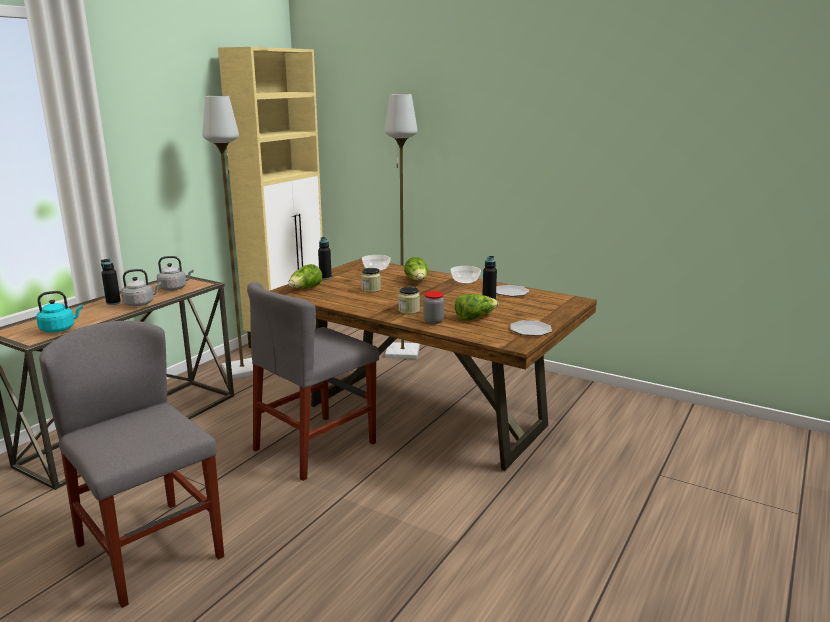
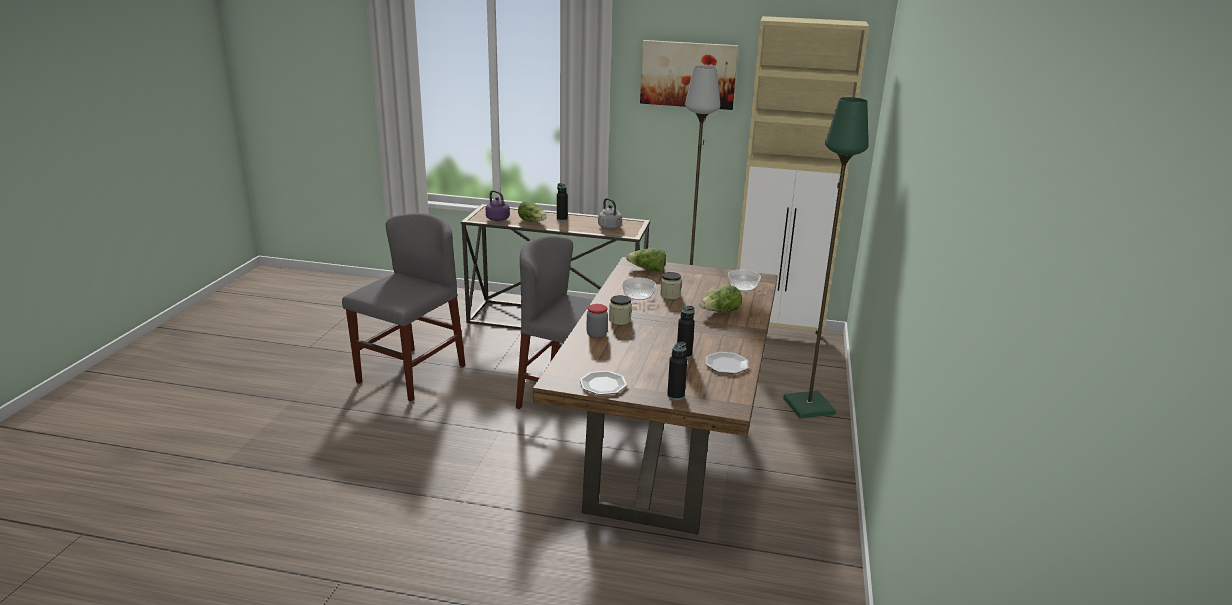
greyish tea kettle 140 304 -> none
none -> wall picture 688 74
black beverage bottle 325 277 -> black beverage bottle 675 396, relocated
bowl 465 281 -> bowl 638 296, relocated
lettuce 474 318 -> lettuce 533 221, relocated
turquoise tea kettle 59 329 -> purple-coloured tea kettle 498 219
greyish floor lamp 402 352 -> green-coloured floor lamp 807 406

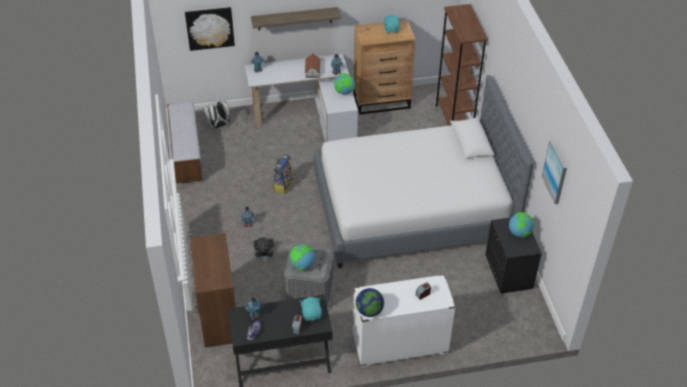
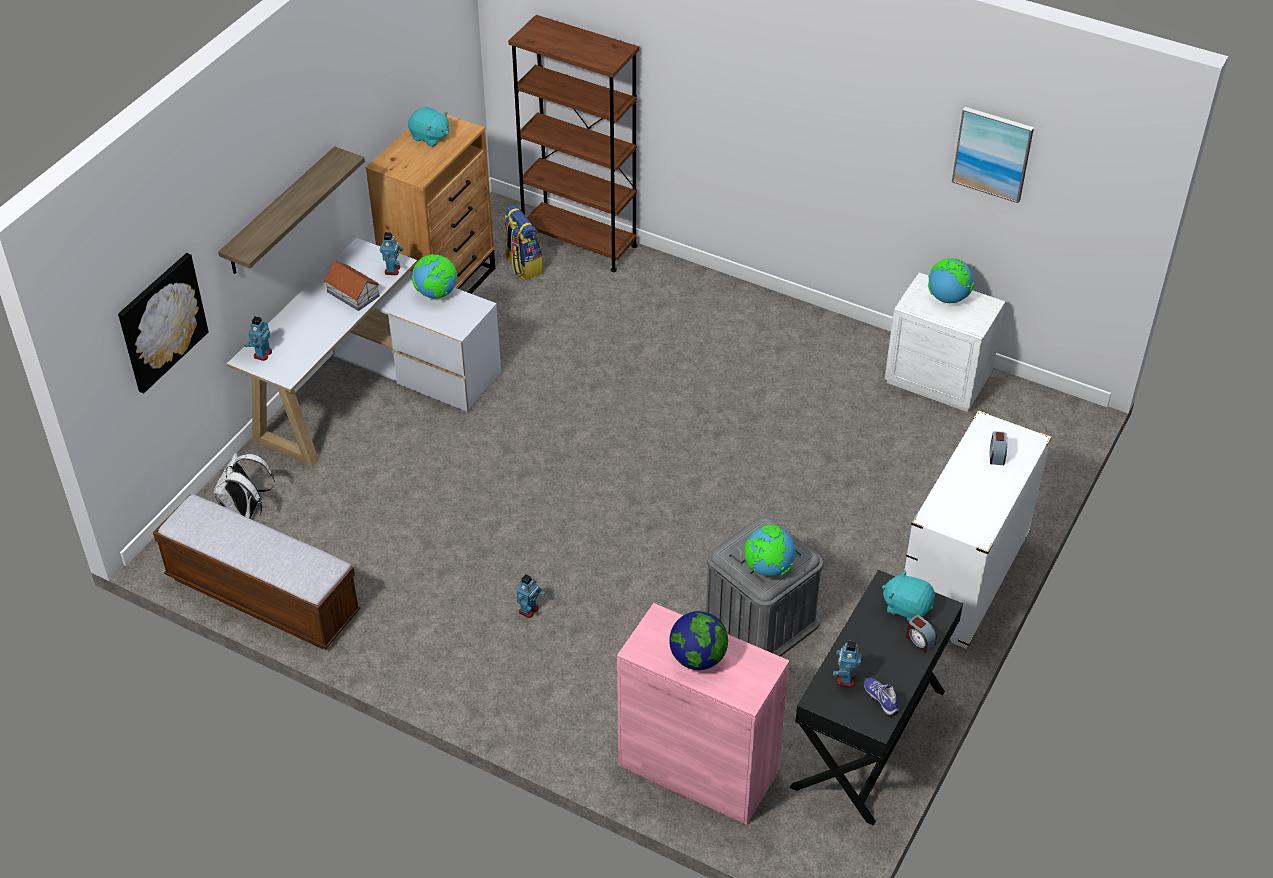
cuddly toy 263 252 -> none
bedroom bed 412 208 -> none
knapsack 282 185 -> knapsack 522 265, relocated
desk globe 369 311 -> desk globe 698 658, relocated
brownish cupboard 219 317 -> pinkish cupboard 698 768
black bedside table 509 272 -> whitish bedside table 938 379

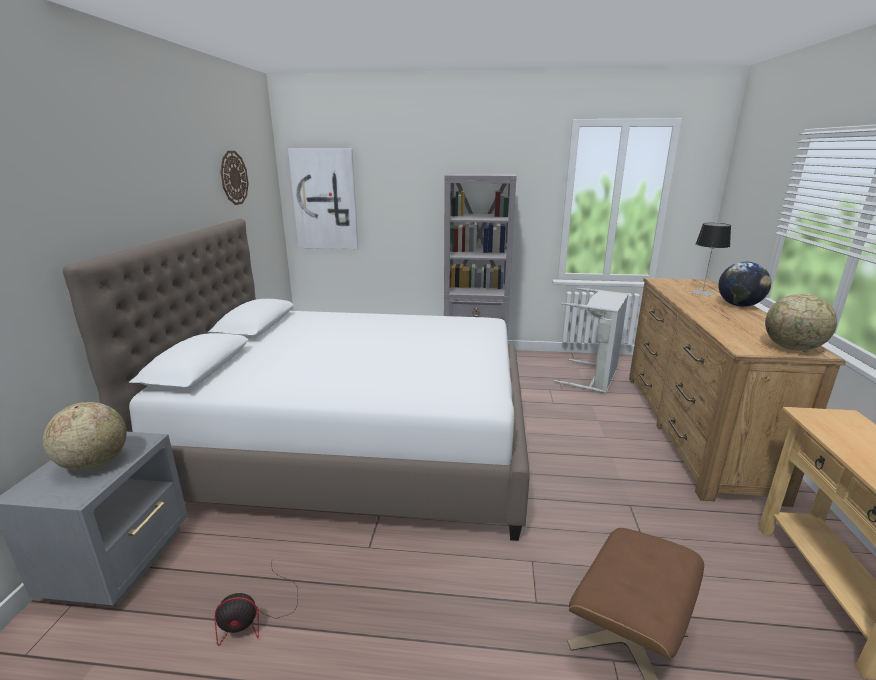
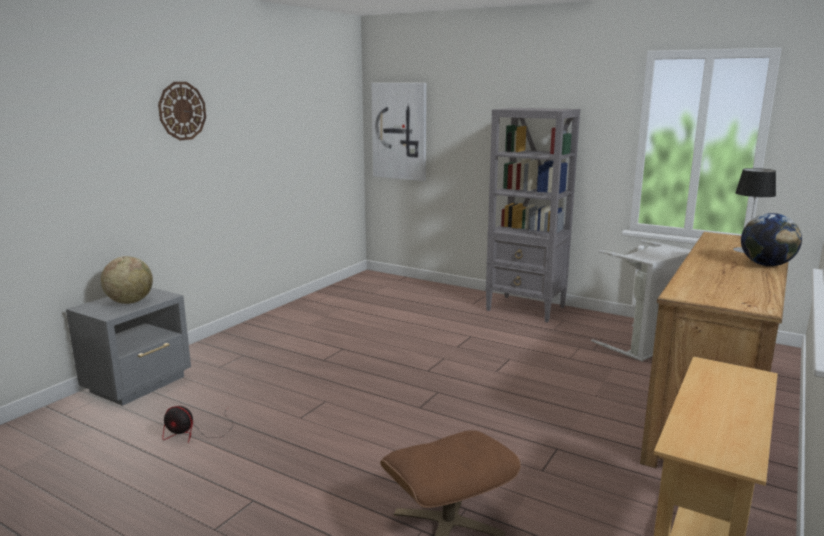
whitish bedroom bed 357 442 -> none
desk globe 792 348 -> none
clock on the wall 234 178 -> clock on the wall 182 111, relocated

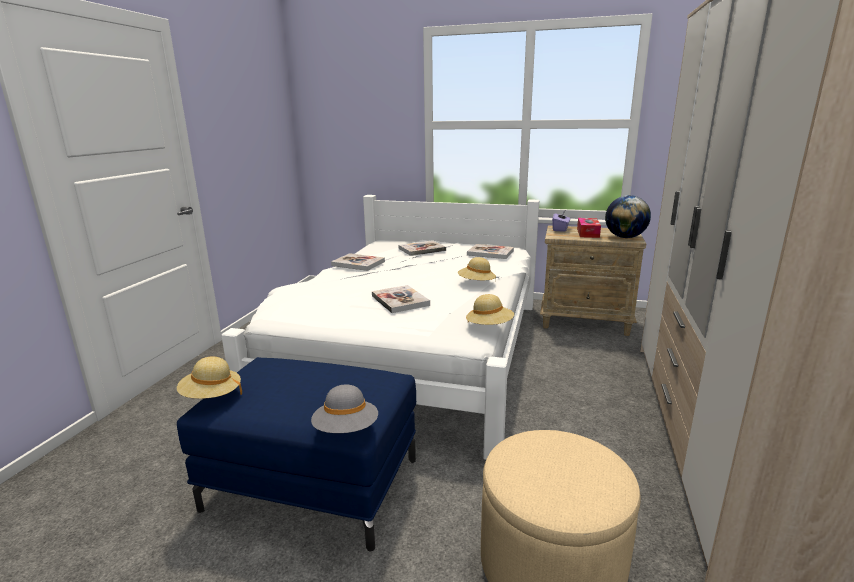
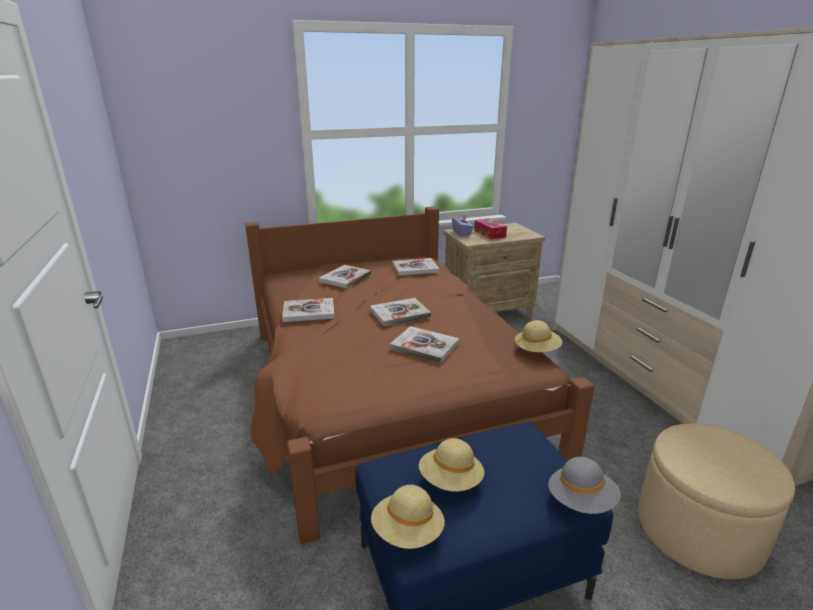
desk globe 625 237 -> none
none -> book 400 313
sand-coloured wearable hat 476 283 -> sand-coloured wearable hat 450 481, relocated
whitish bedroom bed 413 351 -> brownish bedroom bed 387 390

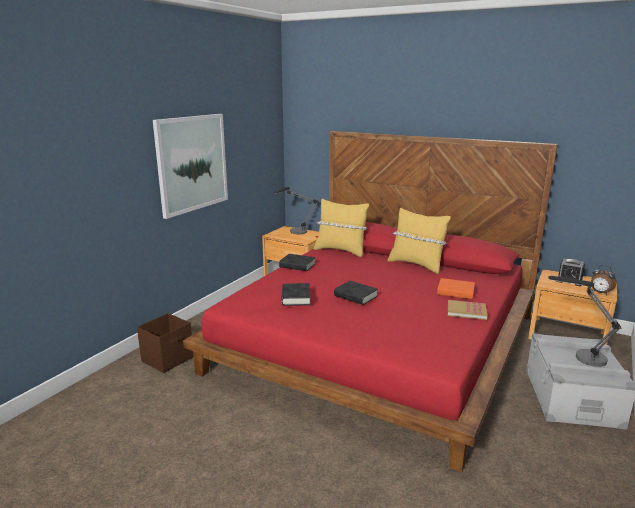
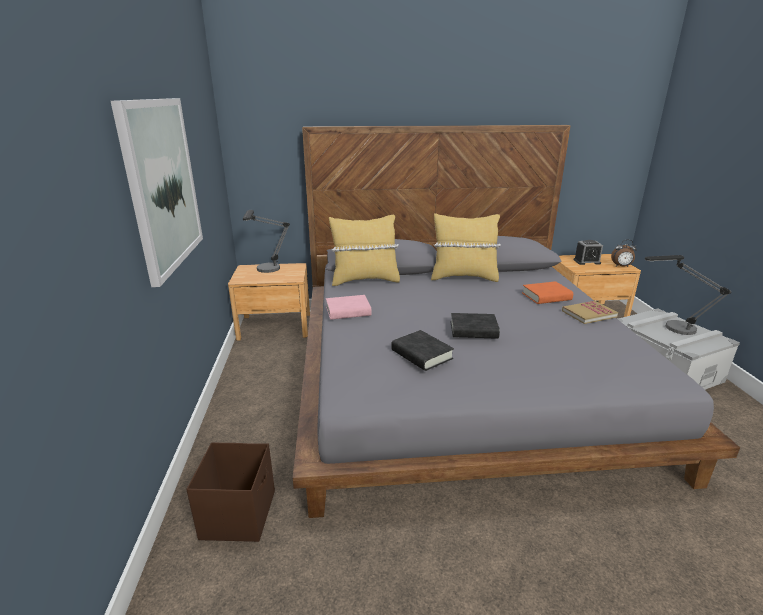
red-coloured bedroom bed 377 342 -> greyish bedroom bed 459 377
black book 297 265 -> pinkish book 348 311

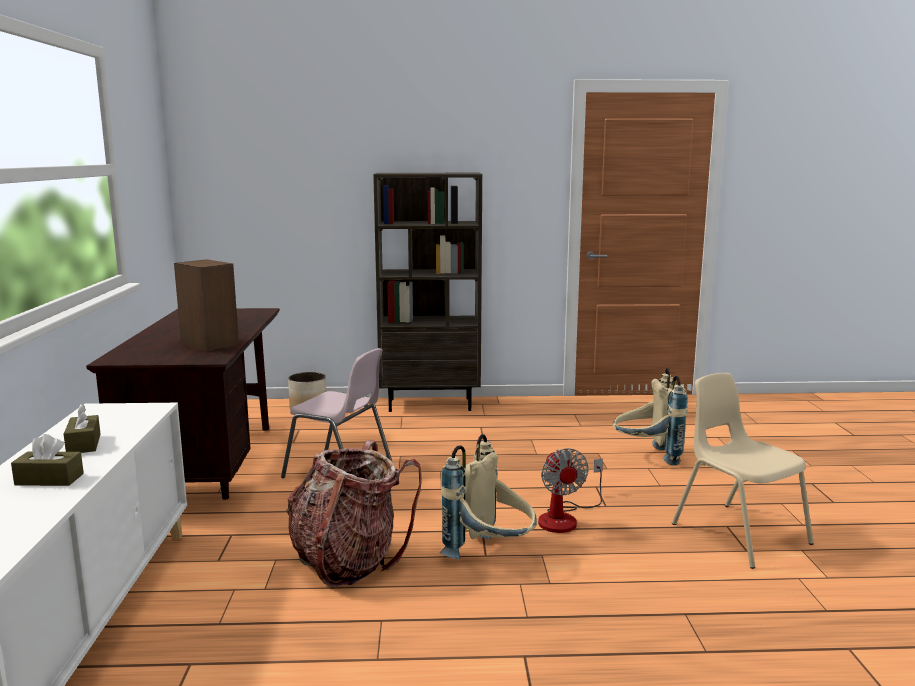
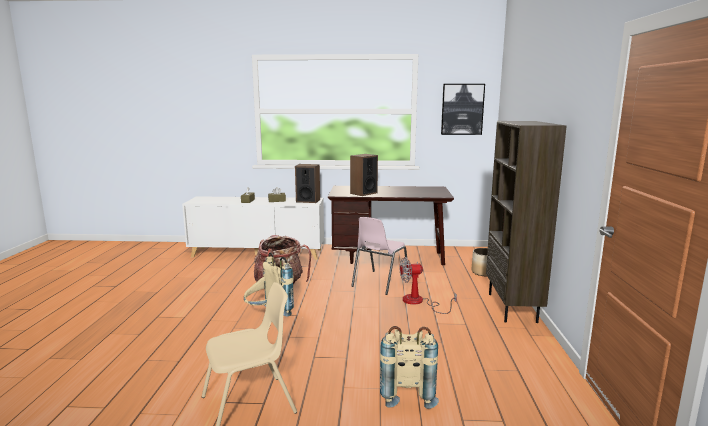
none -> loudspeaker 308 201
none -> wall picture 462 109
electric fan 565 518 -> electric fan 419 302, relocated

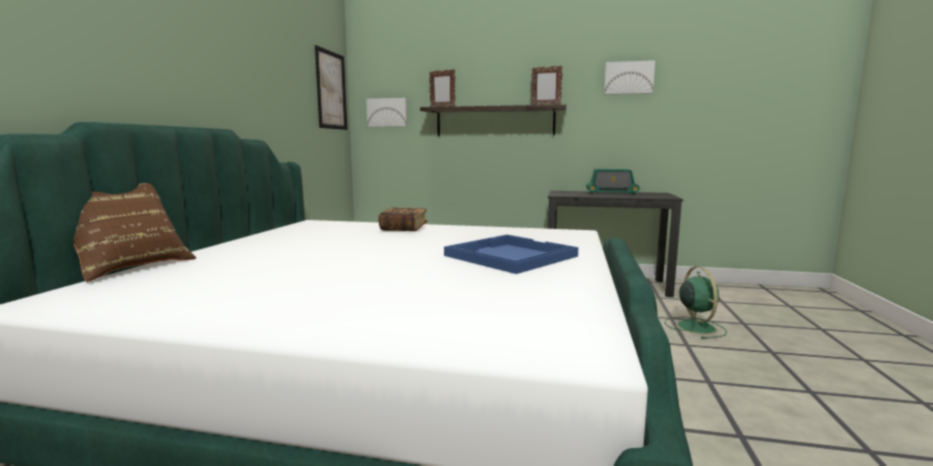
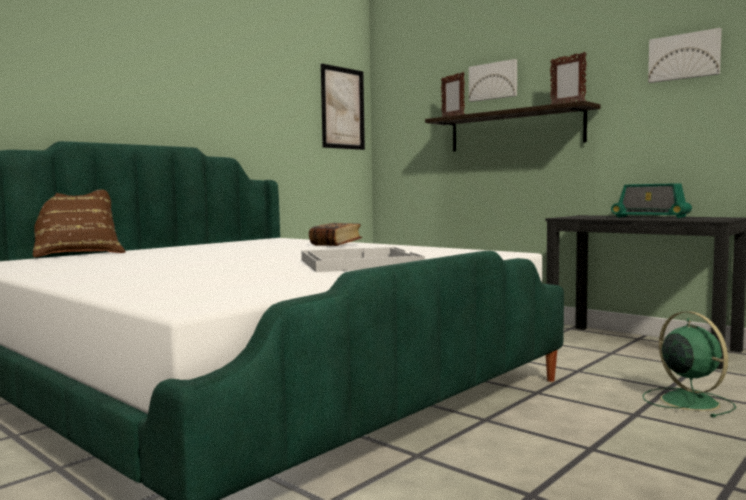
wall picture 387 112 -> wall picture 493 81, relocated
bluish carrying tray 509 256 -> whitish carrying tray 358 263
green-coloured electric fan 695 327 -> green-coloured electric fan 687 401, 45 degrees counterclockwise

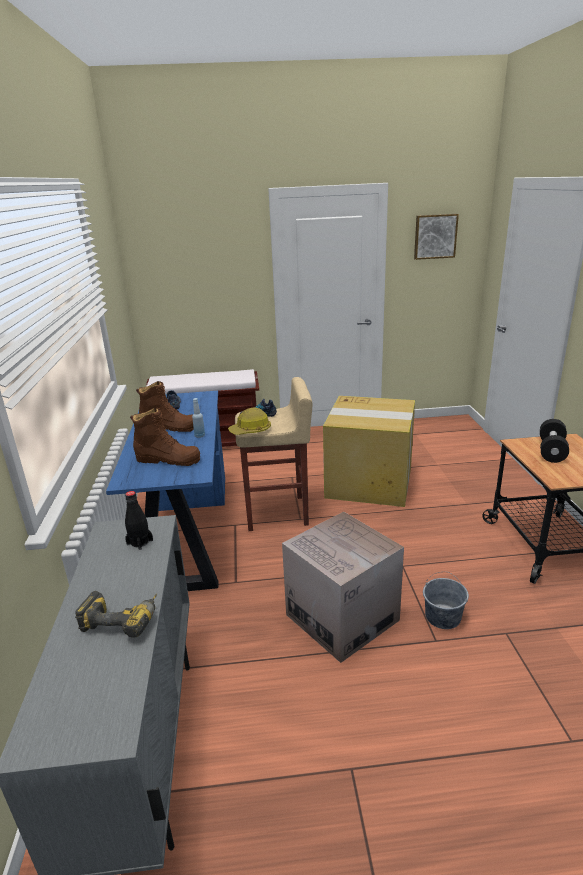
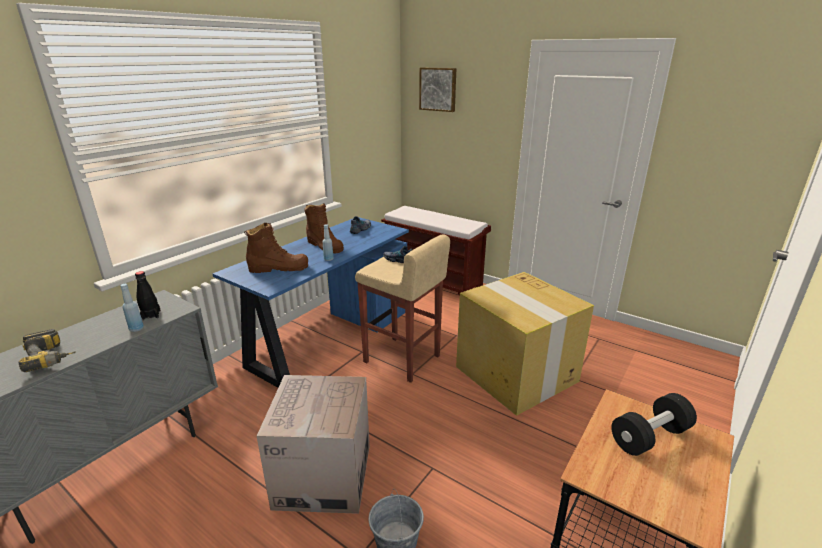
hard hat 251 430 -> none
none -> bluish beverage bottle 136 329
wall picture 435 236 -> wall picture 438 89, relocated
brownish high-top boot 168 459 -> brownish high-top boot 279 268, 60 degrees counterclockwise

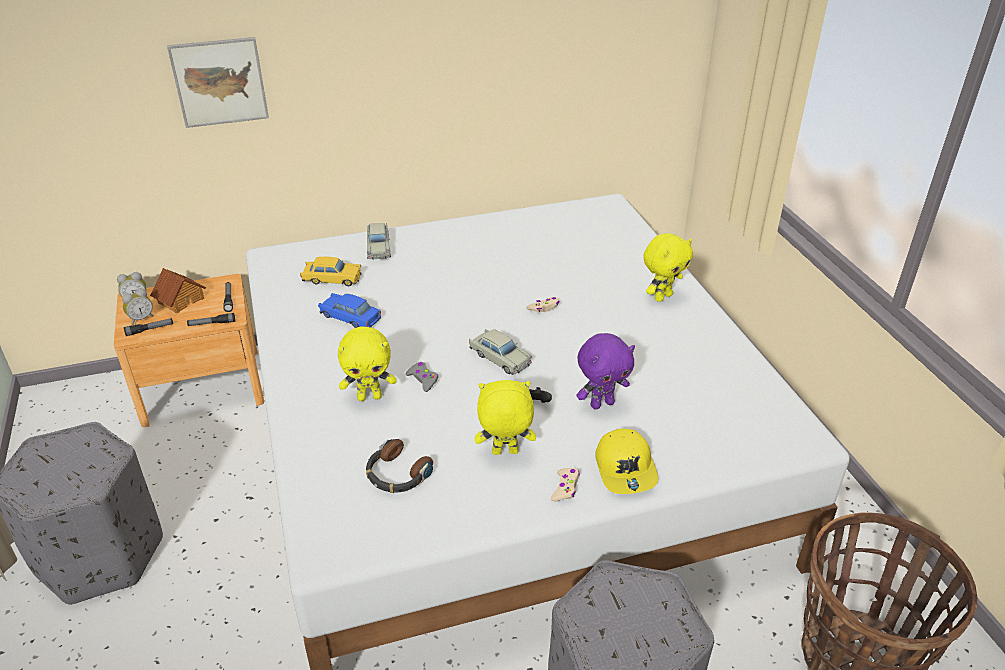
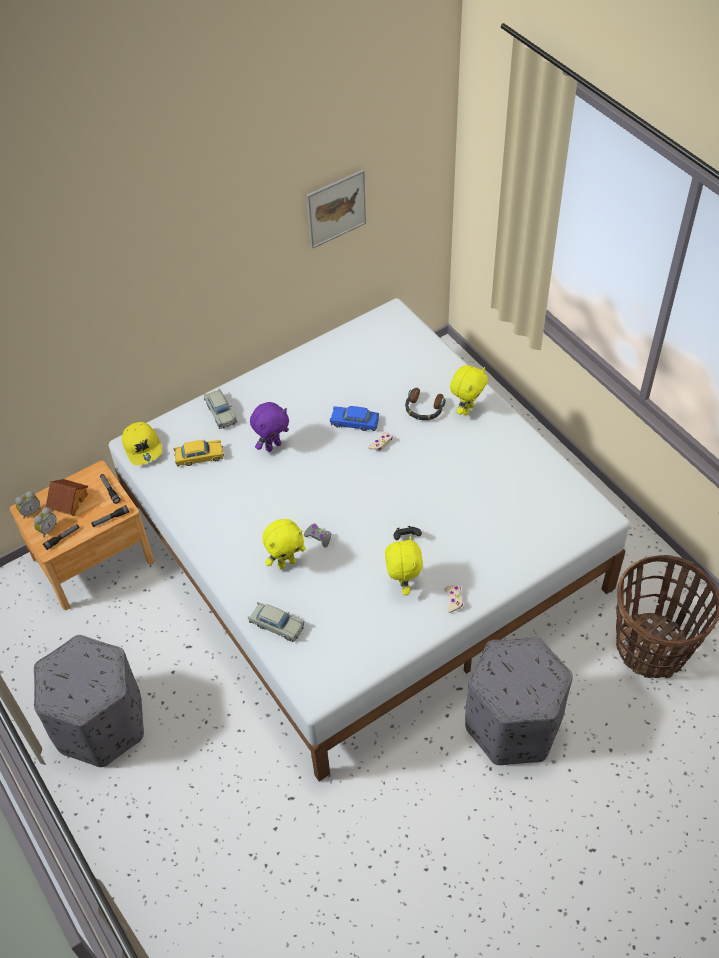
wall picture 219 82 -> wall picture 336 208, relocated
bluish miniature car 350 317 -> bluish miniature car 354 422, relocated
headphones 397 474 -> headphones 423 409, relocated
sand-coloured miniature car 500 358 -> sand-coloured miniature car 277 625, relocated
purple-coloured cuddly toy 602 403 -> purple-coloured cuddly toy 273 446, relocated
yellowish peaked cap 626 469 -> yellowish peaked cap 143 447, relocated
yellowish cuddly toy 504 453 -> yellowish cuddly toy 403 584, 105 degrees clockwise

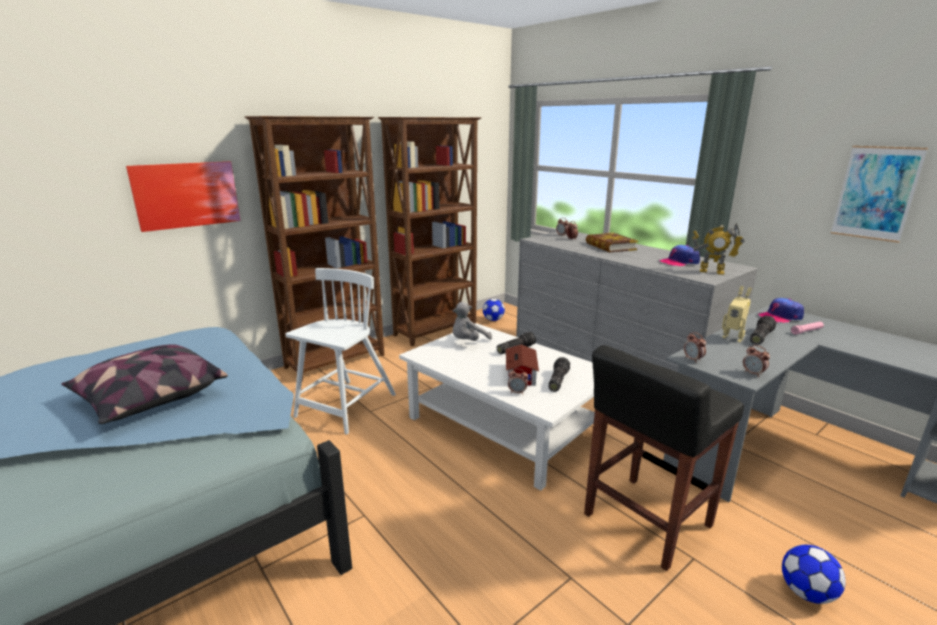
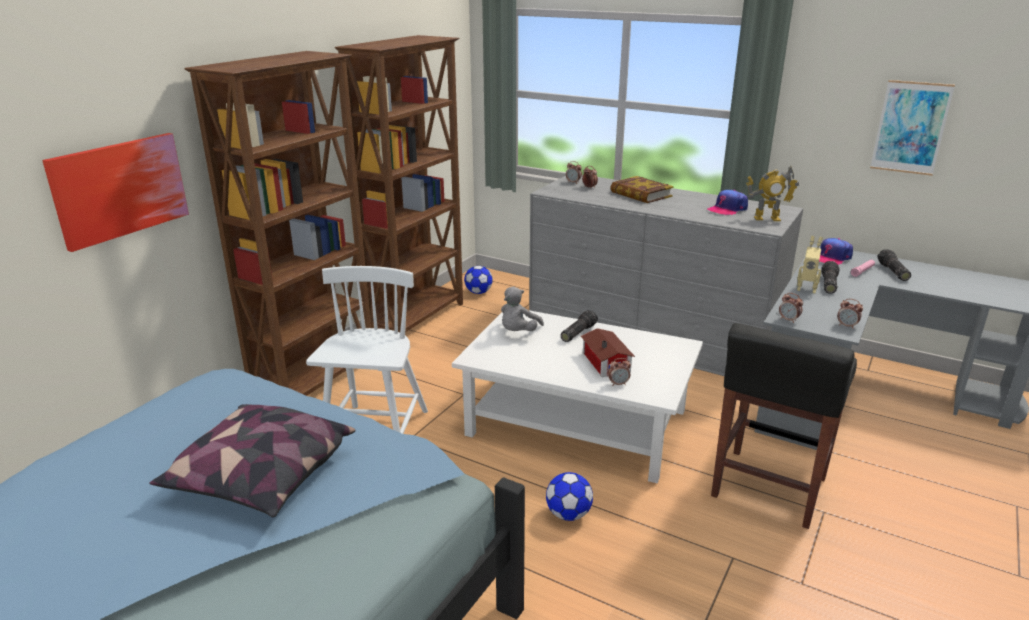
flashlight 557 380 -> flashlight 892 272, relocated
football 806 593 -> football 568 514, relocated

